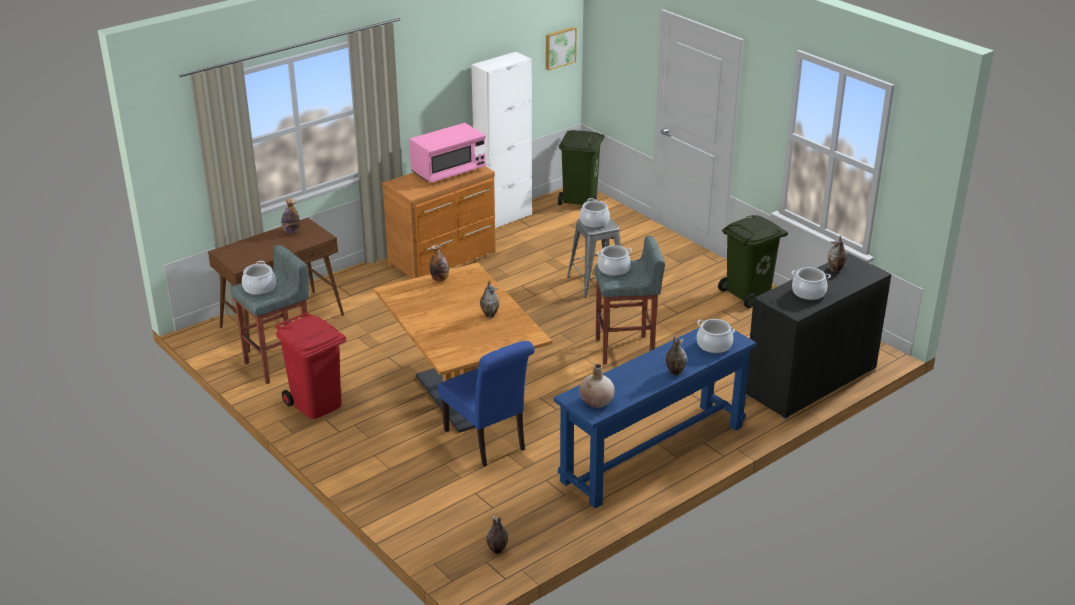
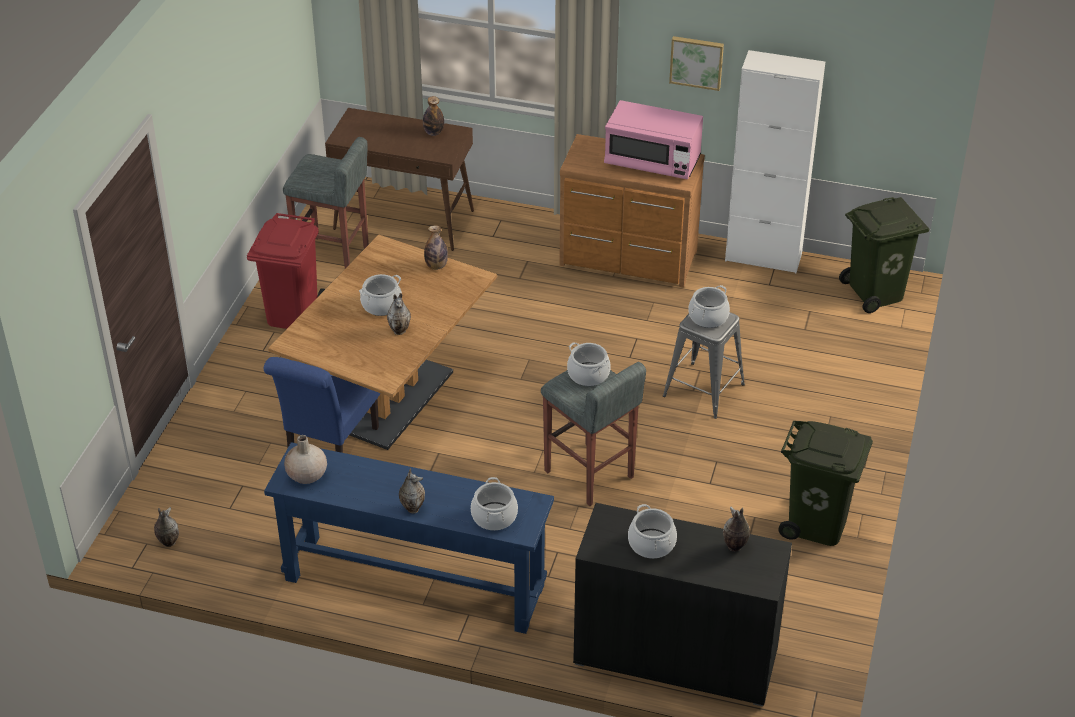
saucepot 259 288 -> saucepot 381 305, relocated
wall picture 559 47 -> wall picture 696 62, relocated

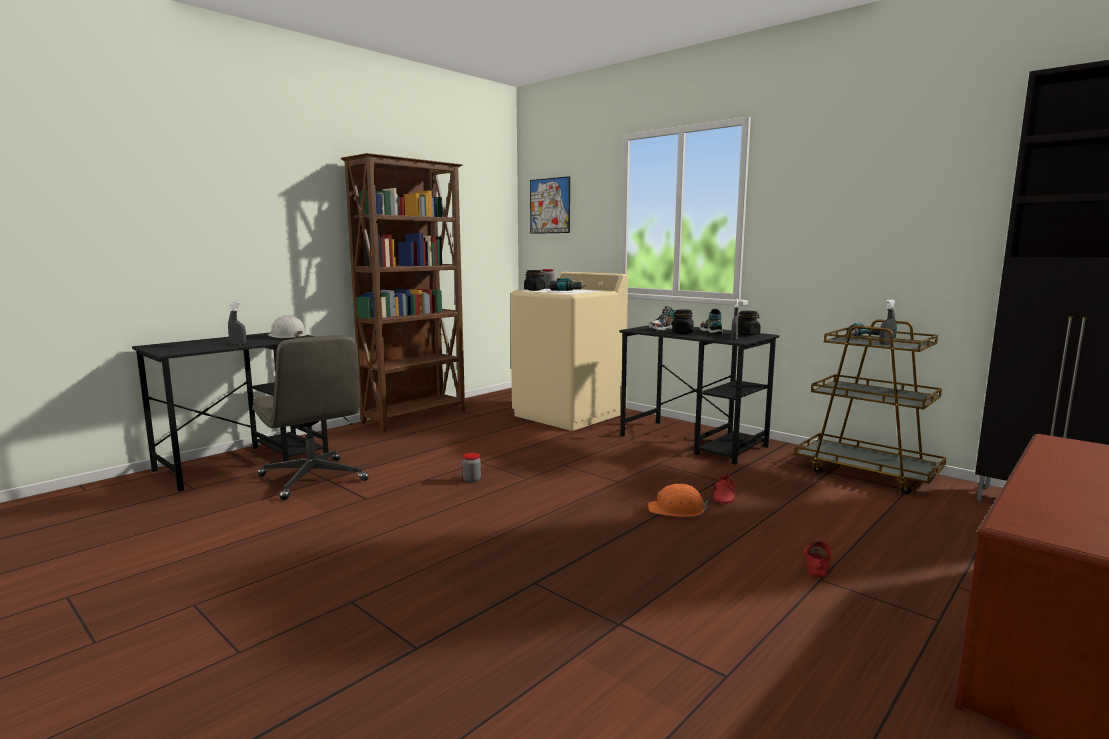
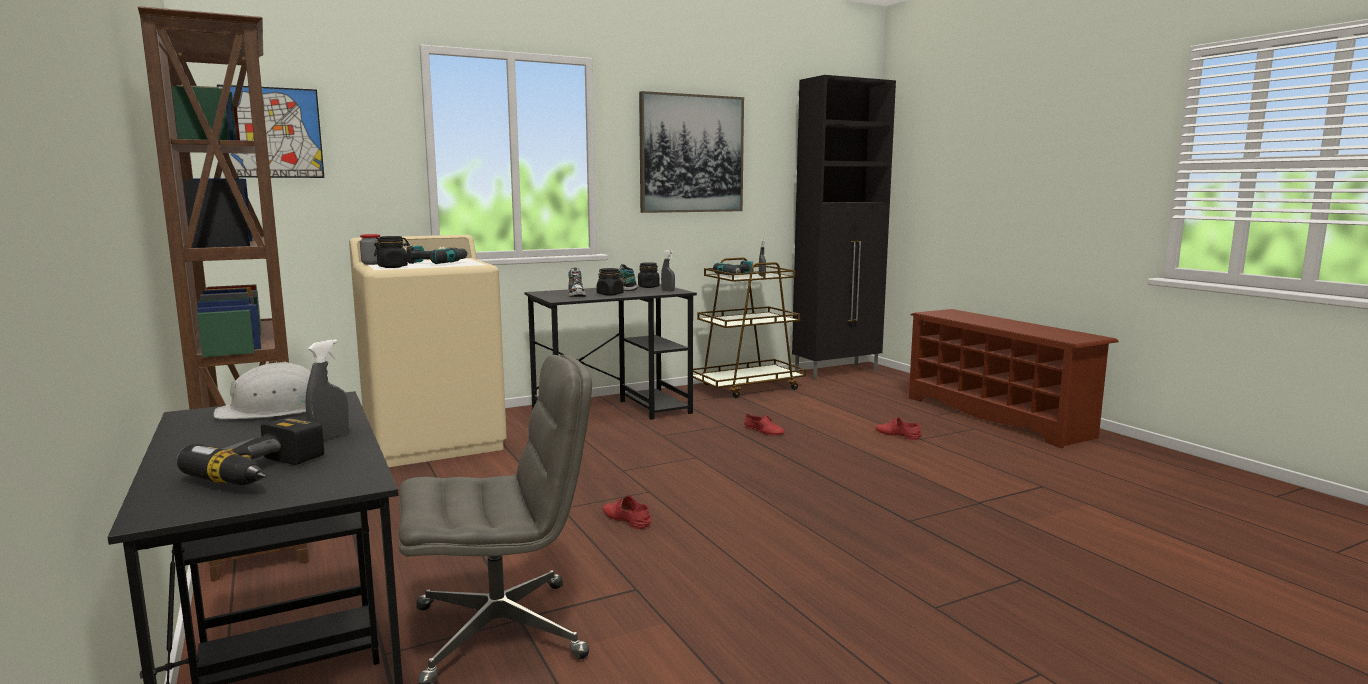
orangey hard hat 677 509 -> none
none -> electric drill 267 472
none -> wall picture 691 154
storage jar 471 480 -> red-coloured shoe 625 519

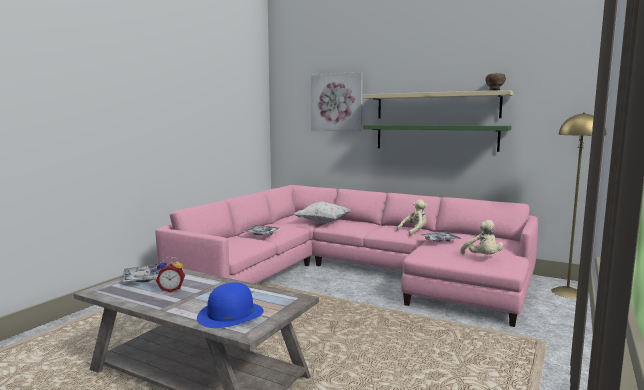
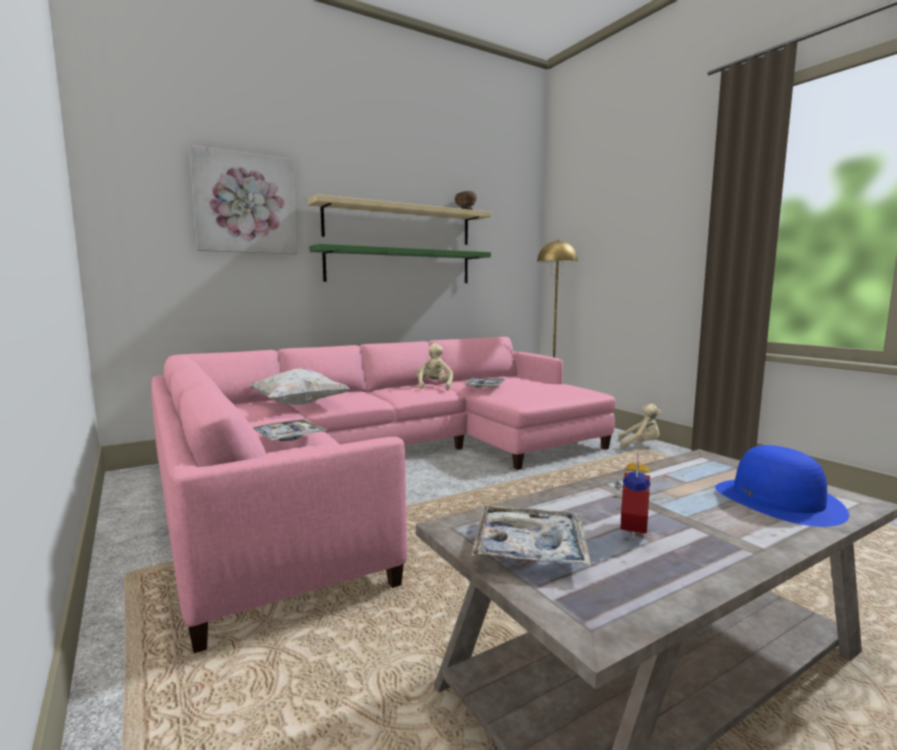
sand-coloured cuddly toy 482 257 -> sand-coloured cuddly toy 640 445, relocated

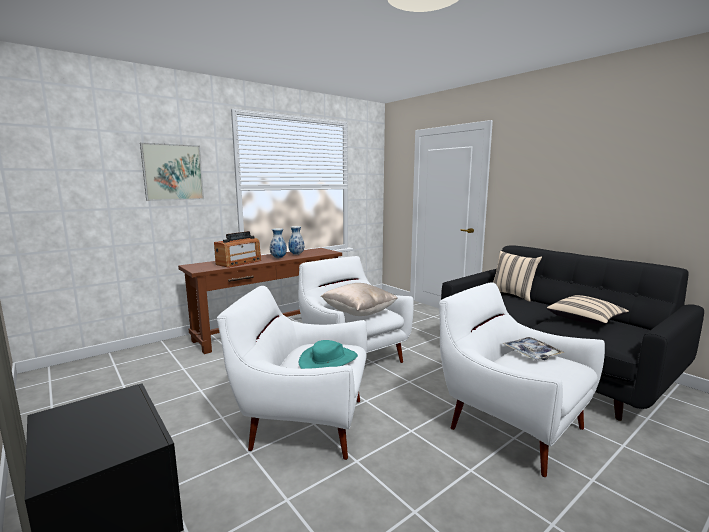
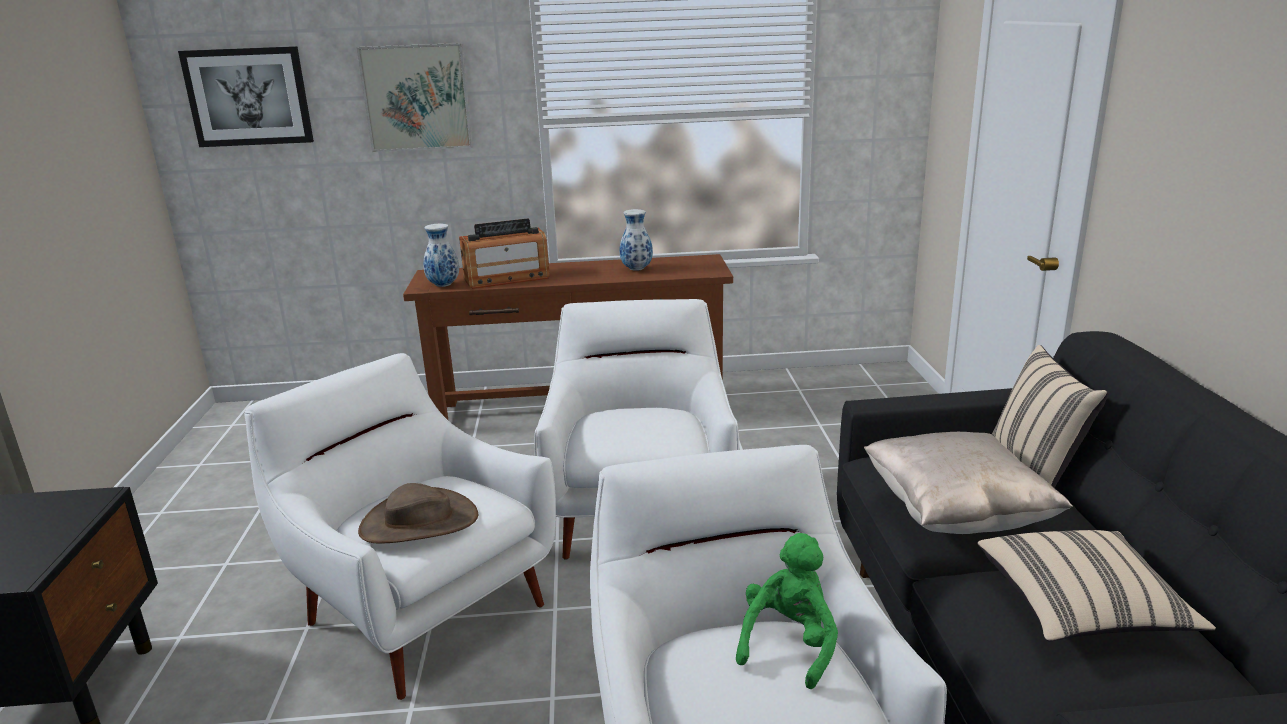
none -> wall picture 248 97
flower vase 278 258 -> flower vase 443 285, relocated
sand-coloured pillow 358 313 -> sand-coloured pillow 955 514, relocated
carrying tray 531 353 -> green-coloured cuddly toy 789 644
turquoise wearable hat 328 360 -> brownish wearable hat 419 523

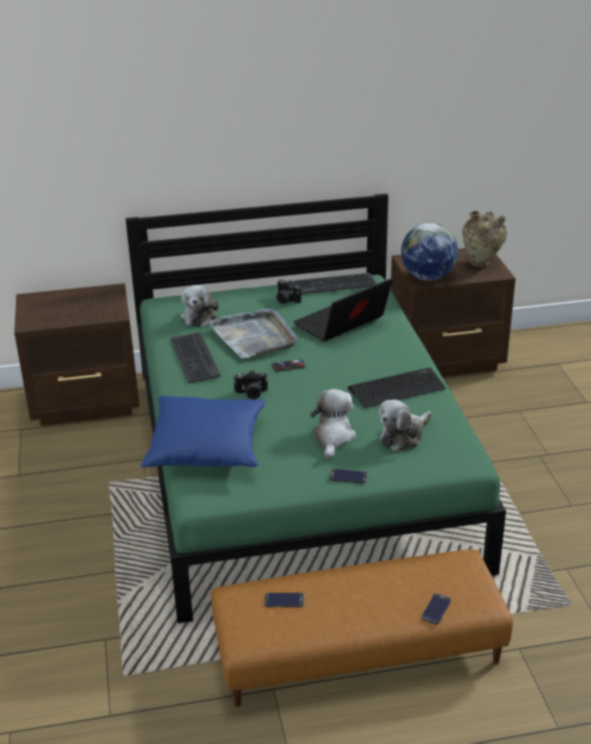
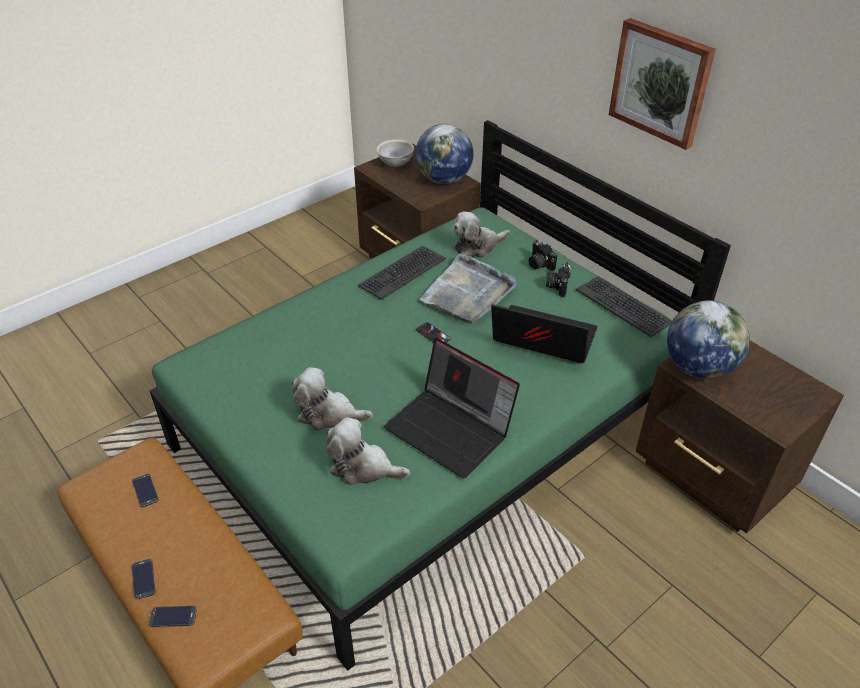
bluish pillow 206 447 -> none
sand-coloured flower vase 481 264 -> none
none -> greyish bowl 395 164
none -> desk globe 443 179
none -> wall picture 661 82
still camera 251 393 -> still camera 539 264, relocated
telephone 348 476 -> telephone 143 579, relocated
PC keyboard 397 388 -> portable computer 451 430
cuddly toy 333 437 -> cuddly toy 328 414, 150 degrees counterclockwise

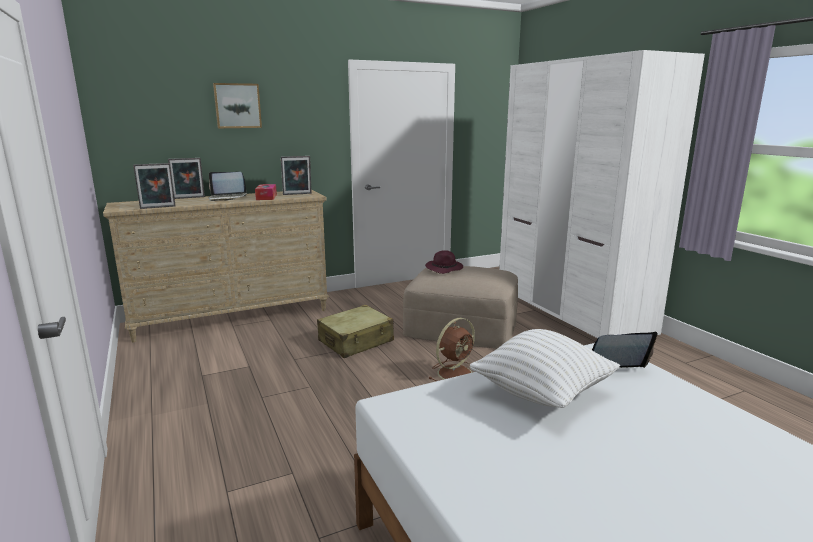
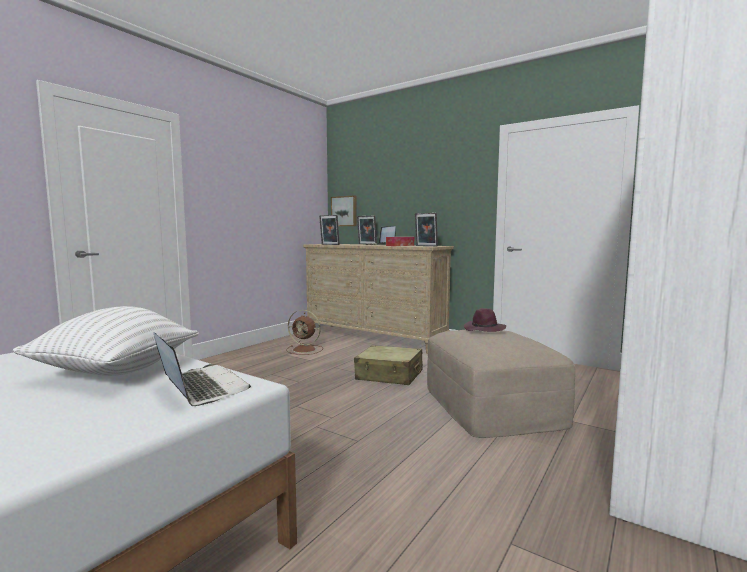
wall picture 237 106 -> wall picture 344 211, relocated
brownish electric fan 456 373 -> brownish electric fan 305 350, relocated

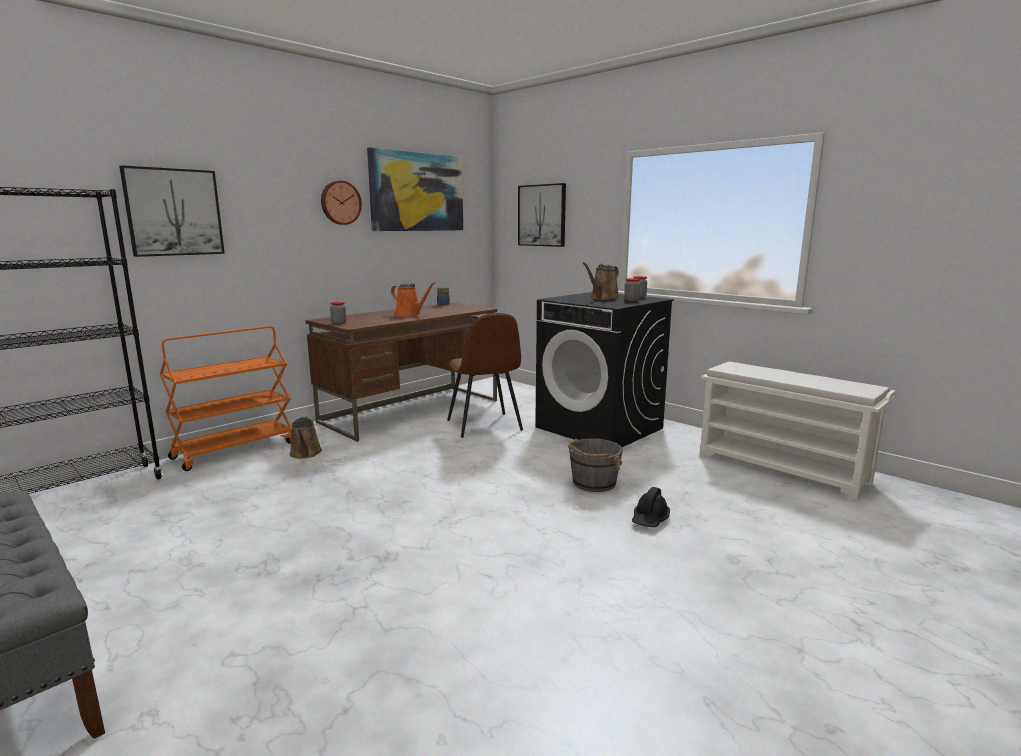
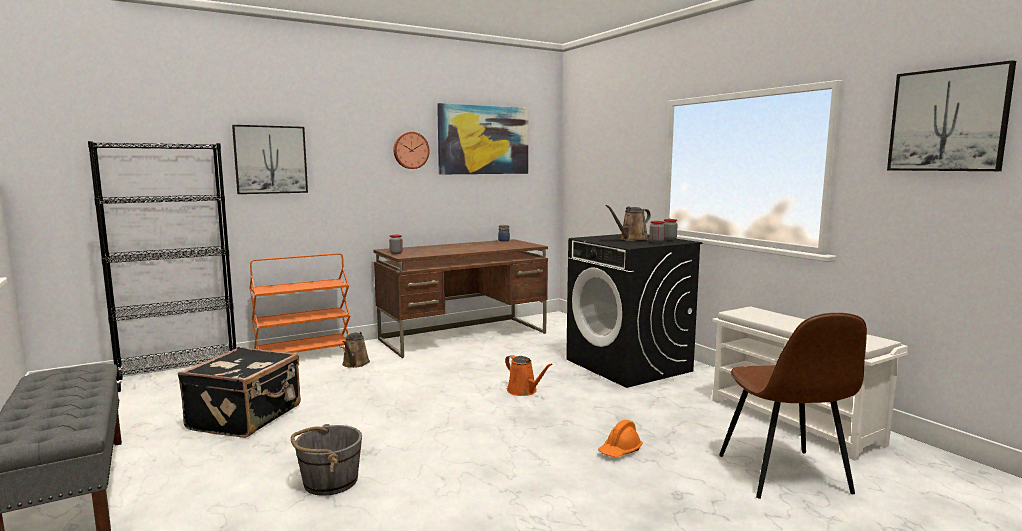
none -> black suitcase 247 417
orangey watering can 410 315 -> orangey watering can 524 391, relocated
brownish plain chair 484 426 -> brownish plain chair 784 475, relocated
wall picture 542 215 -> wall picture 948 120, relocated
greyish bucket 593 483 -> greyish bucket 329 482, relocated
black hard hat 650 519 -> orangey hard hat 620 451

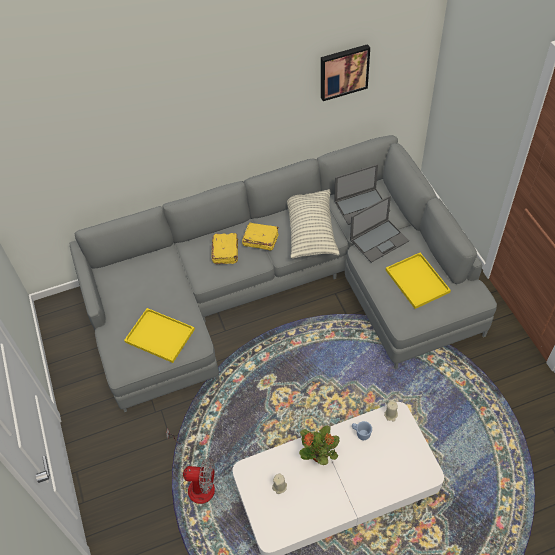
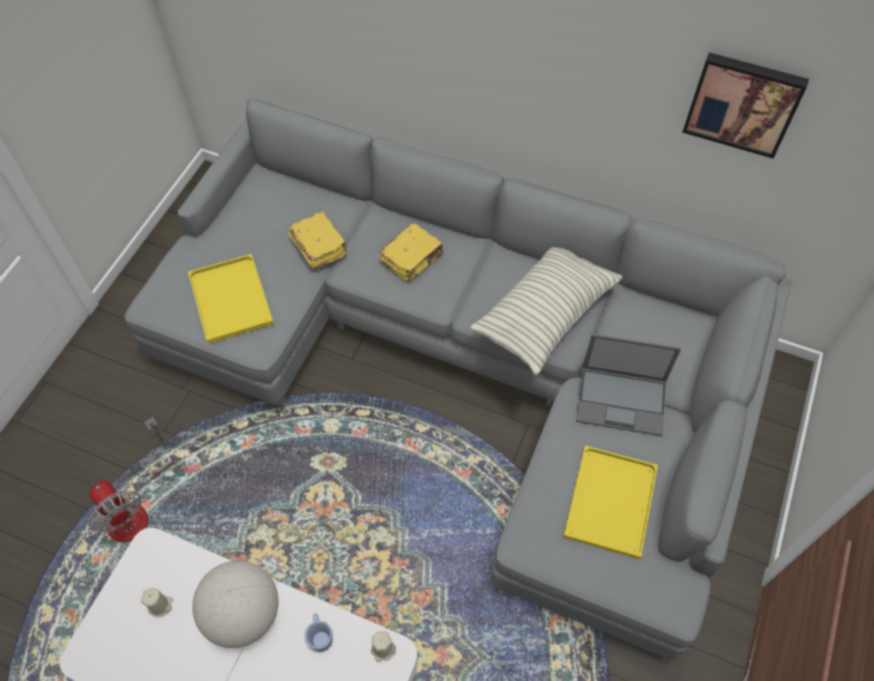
portable computer 362 206 -> none
yellowish book 260 240 -> yellowish book 319 246, relocated
houseplant 319 456 -> desk globe 243 614

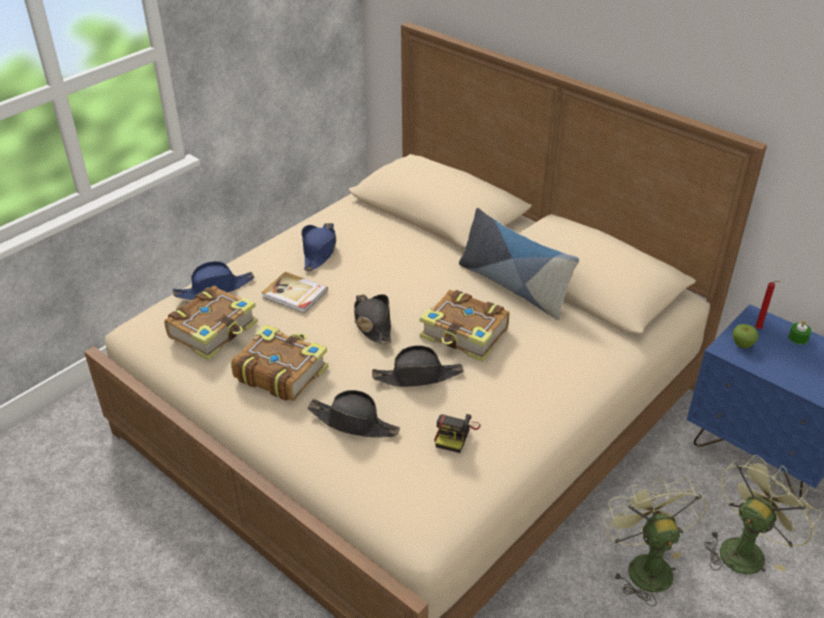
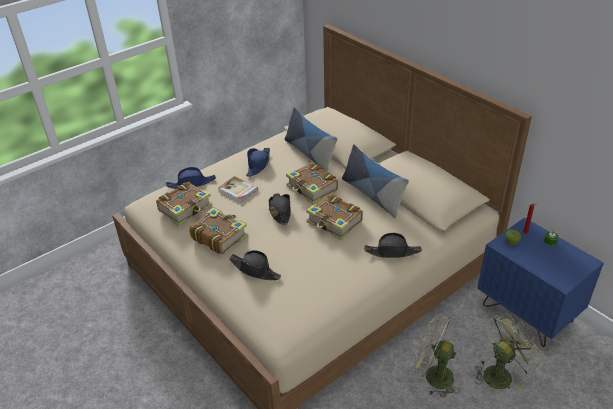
still camera 455 434 -> none
none -> pillow 310 154
none -> book 312 189
black wearable hat 418 376 -> black wearable hat 393 251, relocated
green-coloured electric fan 644 565 -> green-coloured electric fan 432 376, 60 degrees counterclockwise

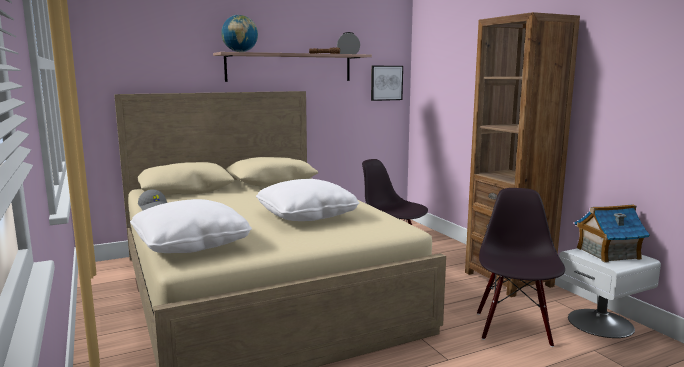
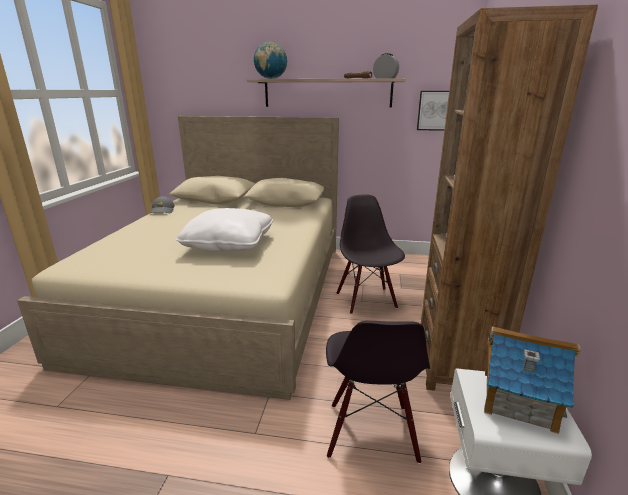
whitish pillow 191 245 -> none
black plain chair 514 329 -> black plain chair 370 432, 135 degrees clockwise

